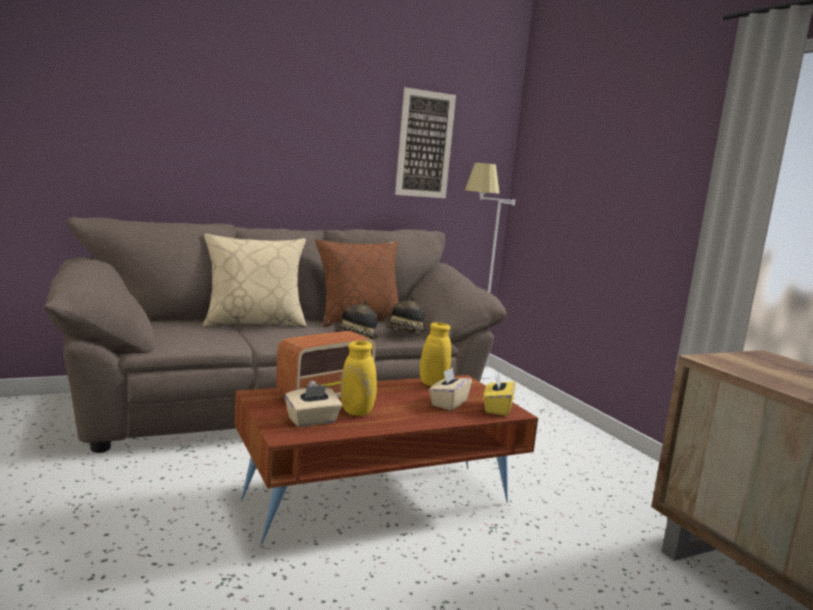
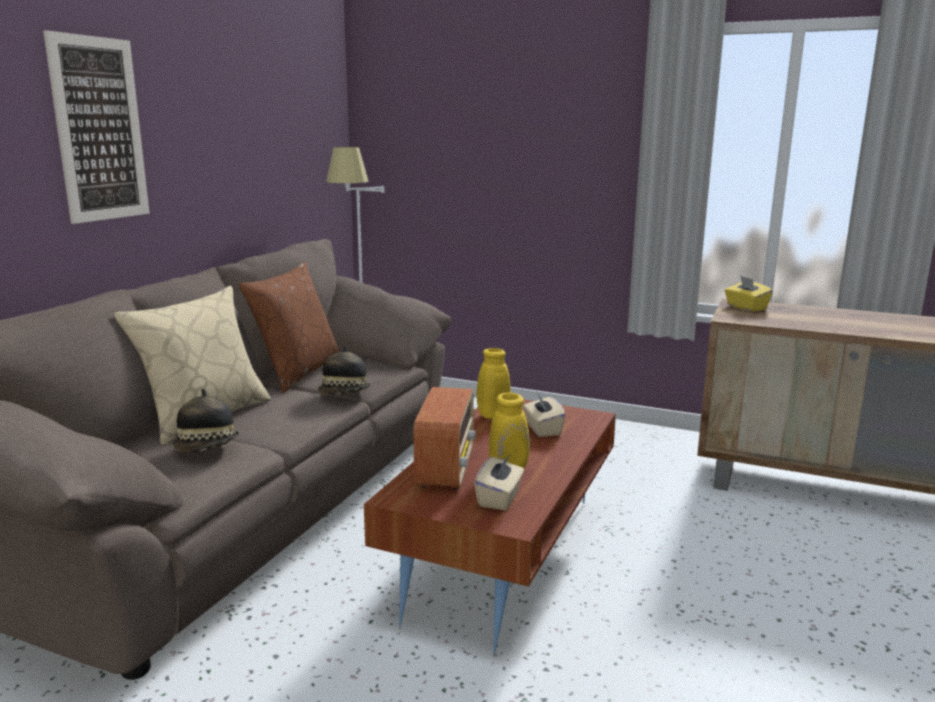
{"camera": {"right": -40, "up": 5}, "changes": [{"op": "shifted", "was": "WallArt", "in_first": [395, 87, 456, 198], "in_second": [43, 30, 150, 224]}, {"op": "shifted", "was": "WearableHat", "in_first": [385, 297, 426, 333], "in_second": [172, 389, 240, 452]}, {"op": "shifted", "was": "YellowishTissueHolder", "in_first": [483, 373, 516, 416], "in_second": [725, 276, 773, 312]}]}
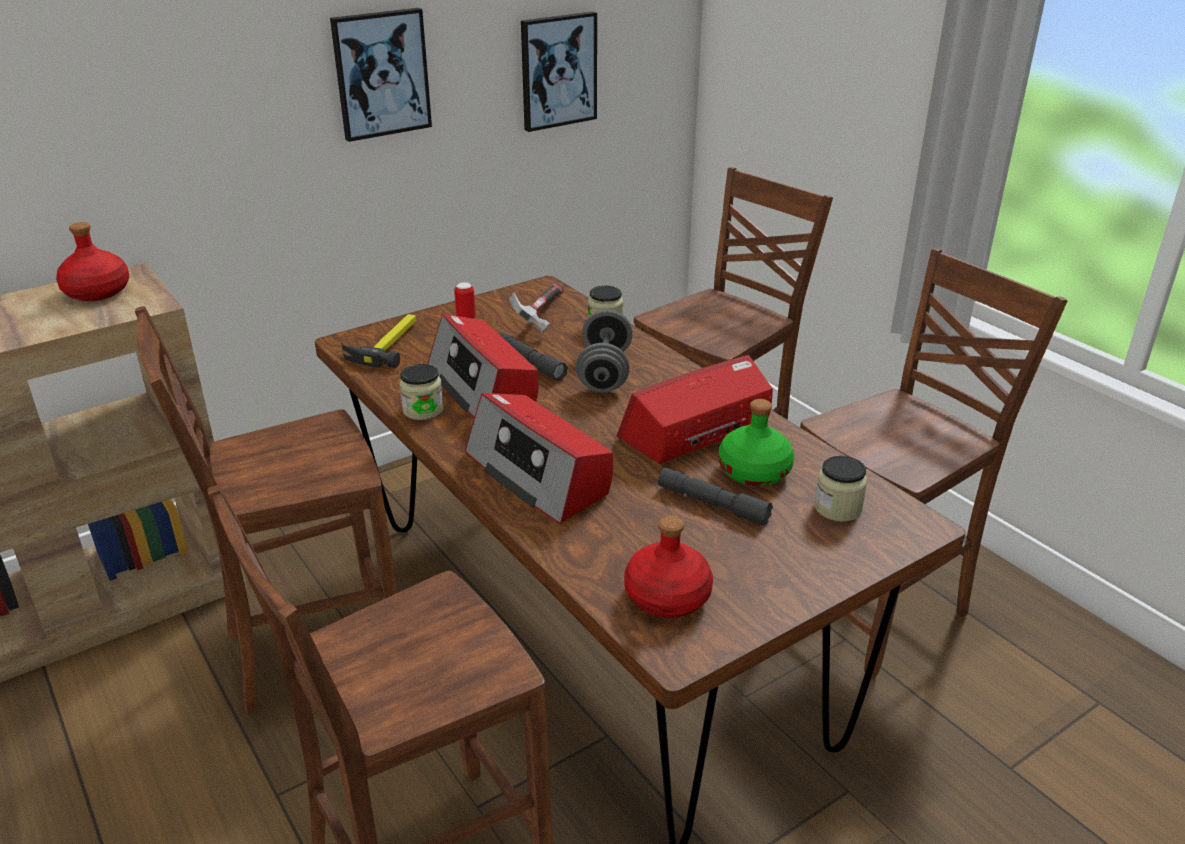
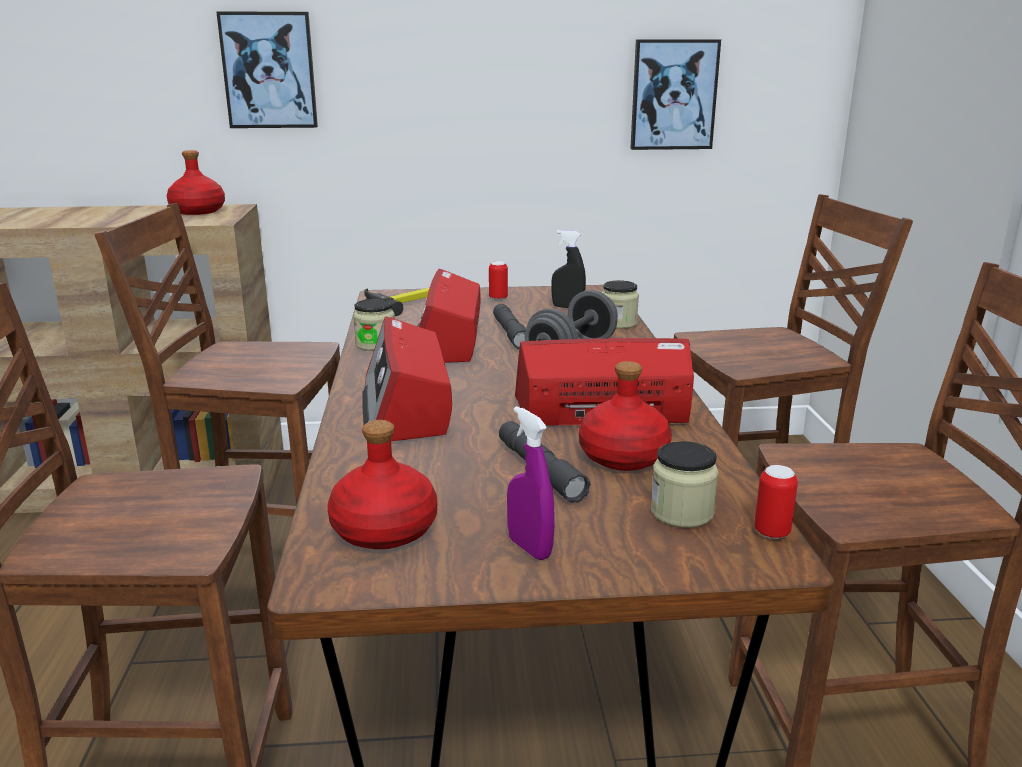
{"camera": {"right": 30, "up": -10}, "changes": [{"op": "shifted", "was": "WallArt", "in_first": [330, 8, 432, 142], "in_second": [217, 12, 318, 128]}, {"op": "new", "now": "PurpleSprayer", "in_second": [507, 406, 555, 560]}, {"op": "swapped", "was": "HandHammer", "now": "BlackishSprayer", "in_first": [509, 282, 564, 333], "in_second": [551, 230, 586, 308]}, {"op": "repainted", "was": "GreenColouredDrinkBottle", "now": "RedColouredDrinkBottle", "in_first": [719, 399, 794, 486], "in_second": [579, 361, 672, 471]}, {"op": "new", "now": "MetalCan", "in_second": [754, 465, 798, 539]}]}
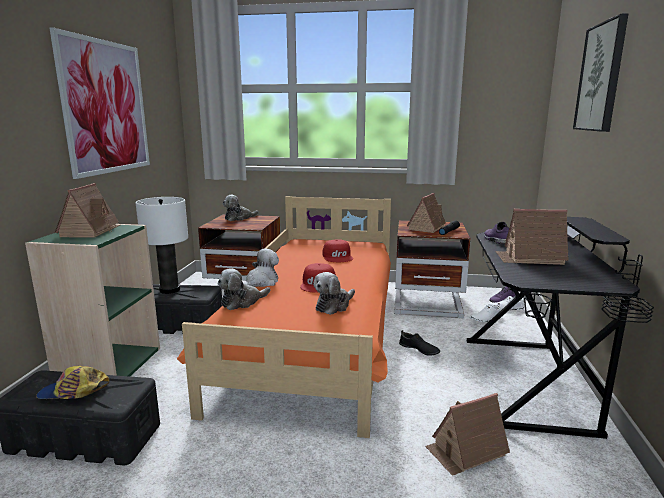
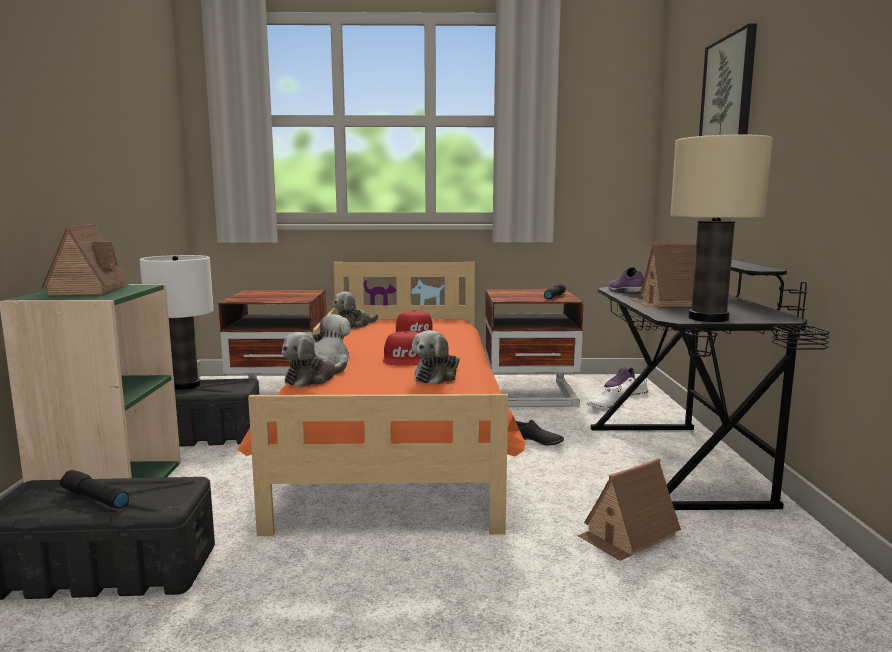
{"camera": {"right": -10, "up": -5}, "changes": [{"op": "swapped", "was": "PeakedCap", "now": "BlackishFlashlight", "in_first": [36, 366, 109, 399], "in_second": [59, 470, 129, 509]}, {"op": "shifted", "was": "CuddlyToy", "in_first": [223, 195, 259, 221], "in_second": [333, 292, 378, 328]}, {"op": "new", "now": "BeigeLampForATable", "in_second": [671, 135, 772, 322]}, {"op": "gone", "was": "WallArt", "in_first": [50, 27, 150, 179]}, {"op": "gone", "was": "MiniatureHouse", "in_first": [407, 193, 446, 233]}]}
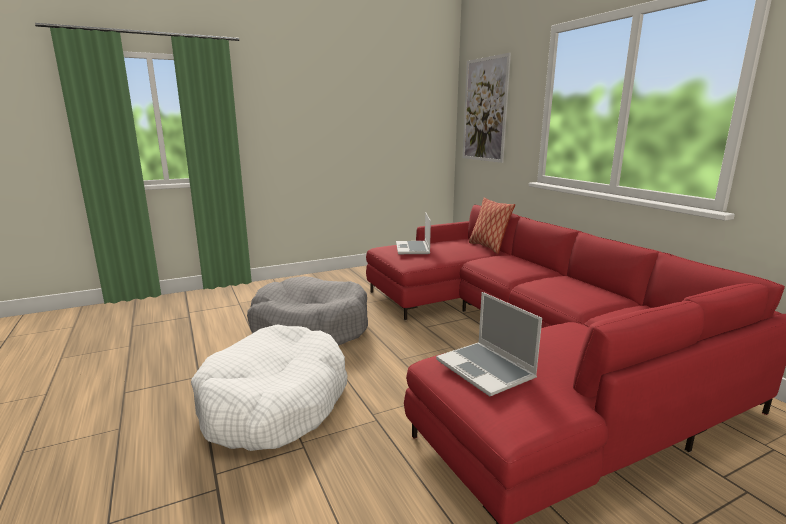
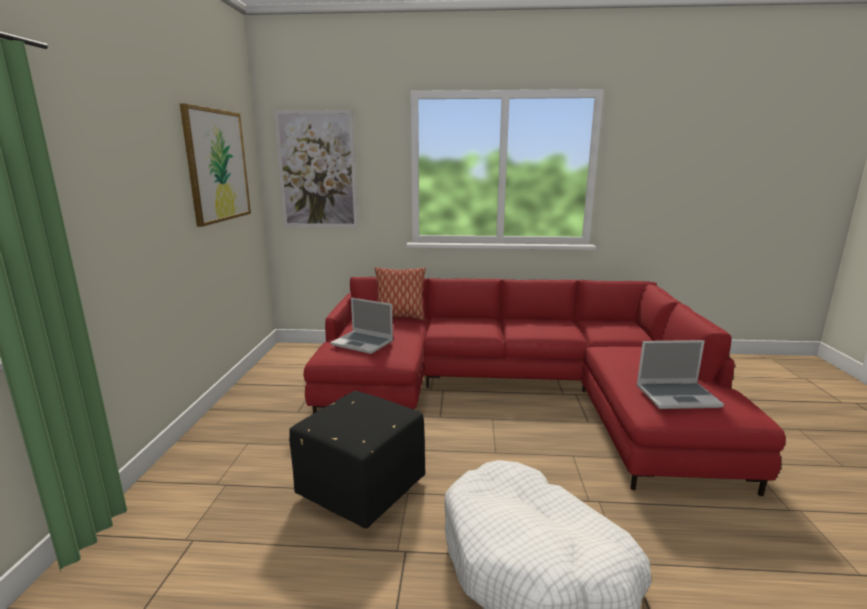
{"camera": {"right": -60, "up": 0}, "changes": [{"op": "new", "now": "WallArt", "in_second": [180, 103, 251, 227]}, {"op": "swapped", "was": "GreyDogBed", "now": "BlackishPouffe", "in_first": [247, 276, 368, 346], "in_second": [289, 391, 425, 528]}]}
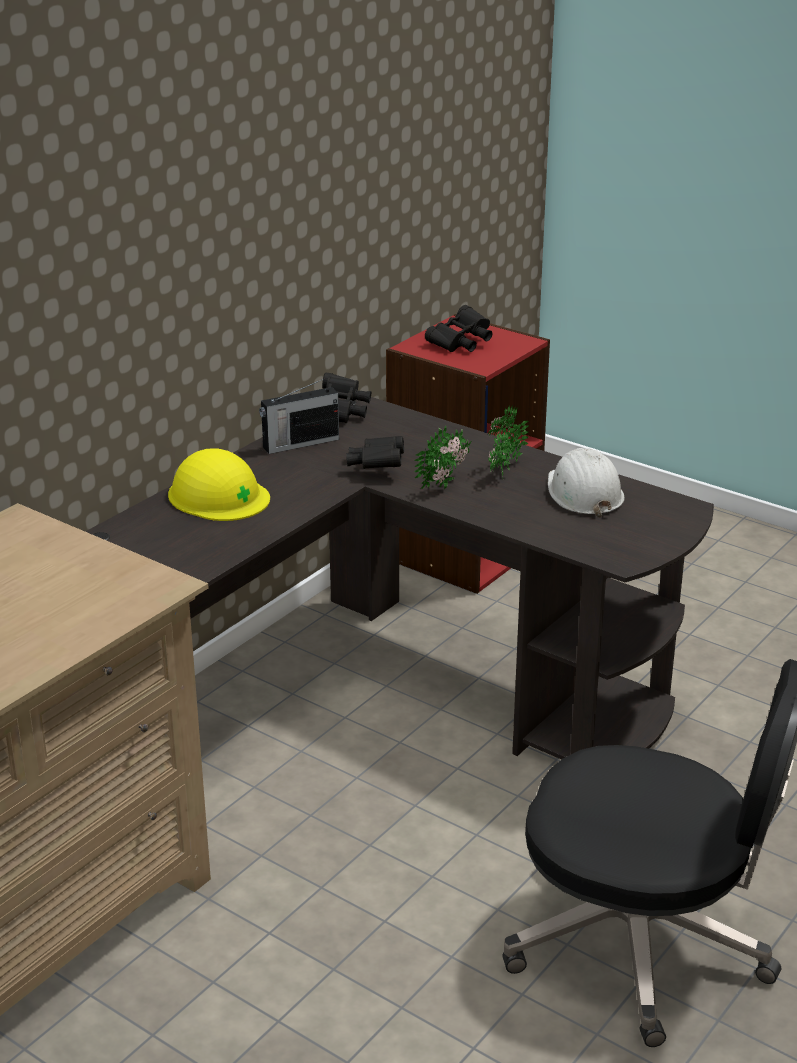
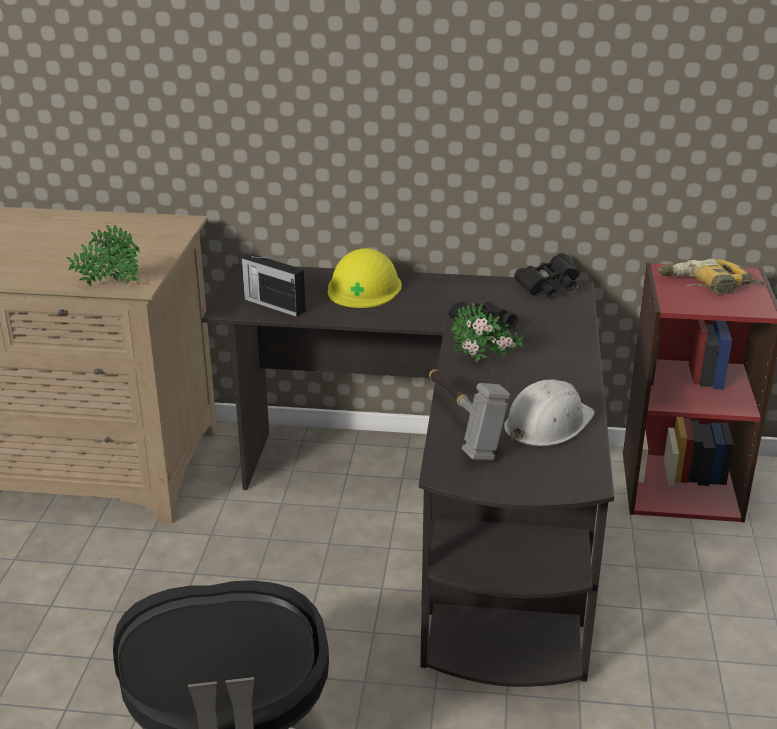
{"camera": {"right": 60, "up": 0}, "changes": [{"op": "shifted", "was": "Houseplant", "in_first": [488, 404, 529, 478], "in_second": [67, 225, 140, 286]}, {"op": "shifted", "was": "RadioSet", "in_first": [259, 378, 339, 454], "in_second": [242, 254, 306, 317]}, {"op": "new", "now": "HandHammer", "in_second": [429, 369, 510, 461]}, {"op": "swapped", "was": "BlackishBinoculars", "now": "Drill", "in_first": [425, 305, 492, 352], "in_second": [658, 259, 764, 295]}]}
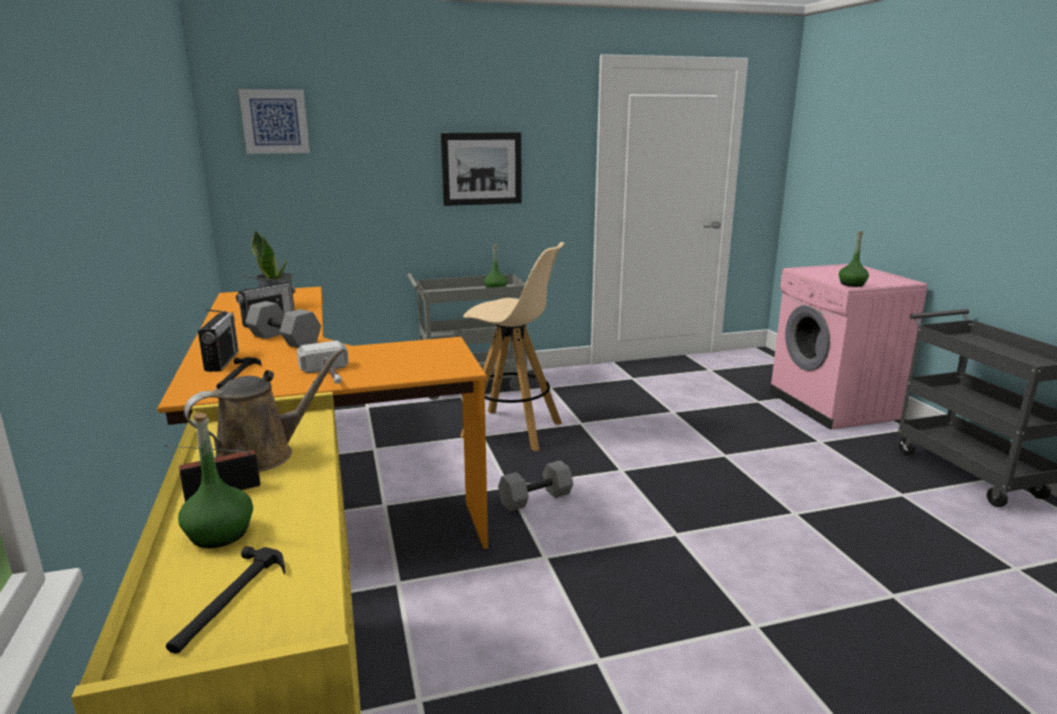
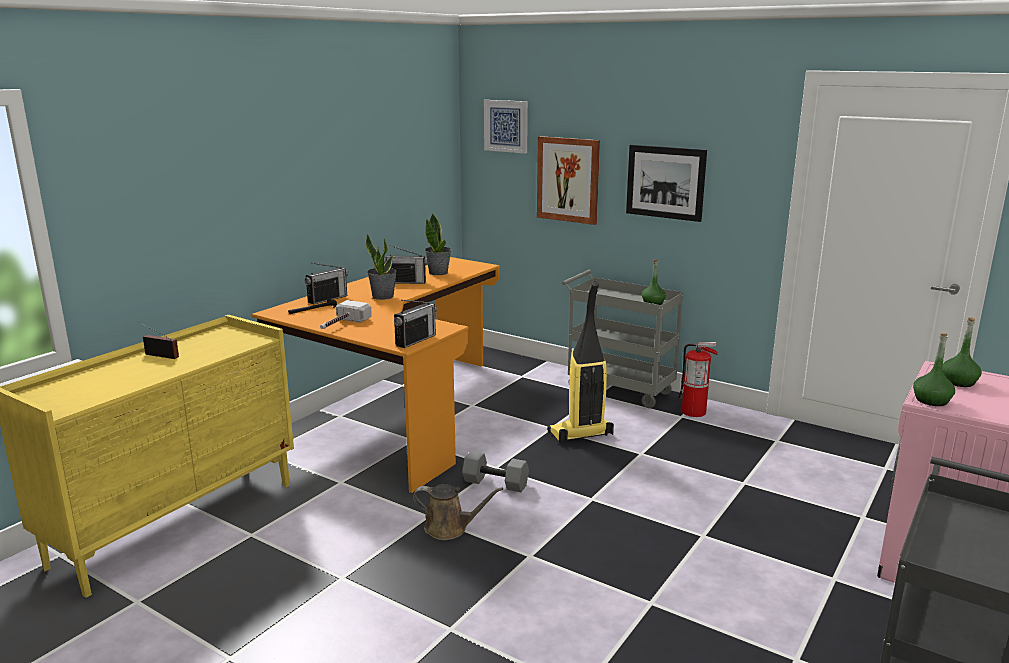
{"camera": {"right": 50, "up": 0}, "changes": [{"op": "swapped", "was": "GreyDumbbell", "now": "Houseplant", "in_first": [245, 301, 321, 348], "in_second": [365, 234, 397, 300]}, {"op": "new", "now": "RadioSet", "in_second": [394, 300, 437, 348]}, {"op": "shifted", "was": "BrownishWateringPot", "in_first": [184, 348, 345, 472], "in_second": [413, 484, 503, 540]}, {"op": "new", "now": "WallArt", "in_second": [537, 136, 600, 225]}, {"op": "swapped", "was": "BeigeStoolSeat", "now": "VacuumCleaner", "in_first": [460, 242, 565, 451], "in_second": [547, 282, 614, 443]}, {"op": "new", "now": "FireExtinguisher", "in_second": [678, 342, 718, 417]}, {"op": "shifted", "was": "GreenColouredDrinkBottle", "in_first": [178, 413, 253, 548], "in_second": [943, 317, 982, 387]}, {"op": "gone", "was": "HandHammer", "in_first": [166, 546, 285, 654]}]}
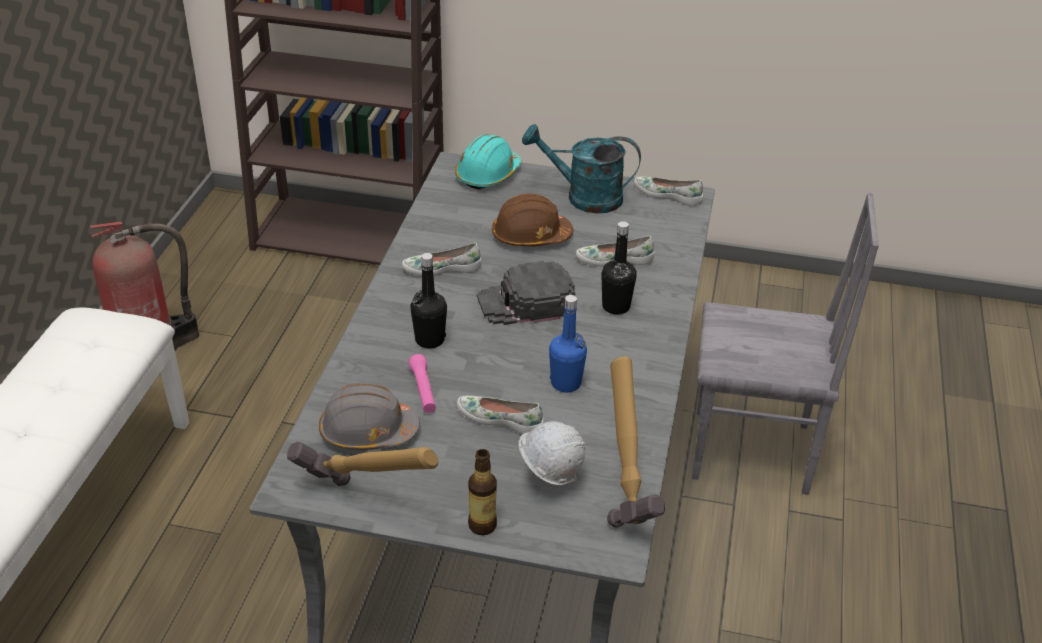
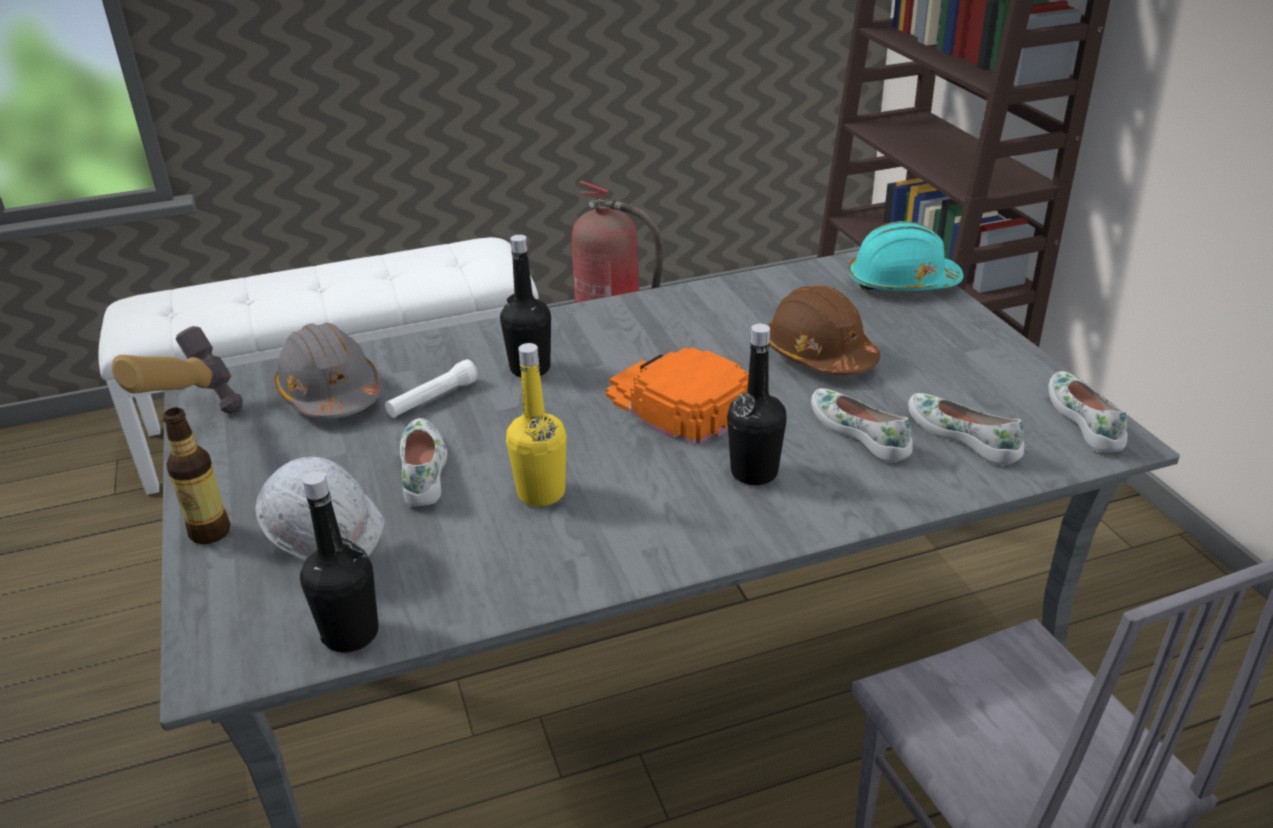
{"camera": {"right": 60, "up": -5}, "changes": [{"op": "swapped", "was": "HandHammer", "now": "BlackishDrinkBottle", "in_first": [607, 356, 665, 528], "in_second": [300, 471, 379, 653]}, {"op": "repainted", "was": "PinkFlashlight", "now": "WhiteFlashlight", "in_first": [409, 354, 436, 413], "in_second": [385, 359, 478, 418]}, {"op": "repainted", "was": "BluishDrinkBottle", "now": "YellowishDrinkBottle", "in_first": [549, 295, 587, 392], "in_second": [506, 343, 567, 507]}, {"op": "repainted", "was": "BlackishPeakedCap", "now": "OrangeyPeakedCap", "in_first": [477, 261, 575, 325], "in_second": [606, 347, 749, 445]}, {"op": "shifted", "was": "WhiteShoe", "in_first": [402, 243, 482, 276], "in_second": [908, 393, 1024, 465]}, {"op": "gone", "was": "TurquoiseColouredWateringPot", "in_first": [522, 124, 641, 214]}]}
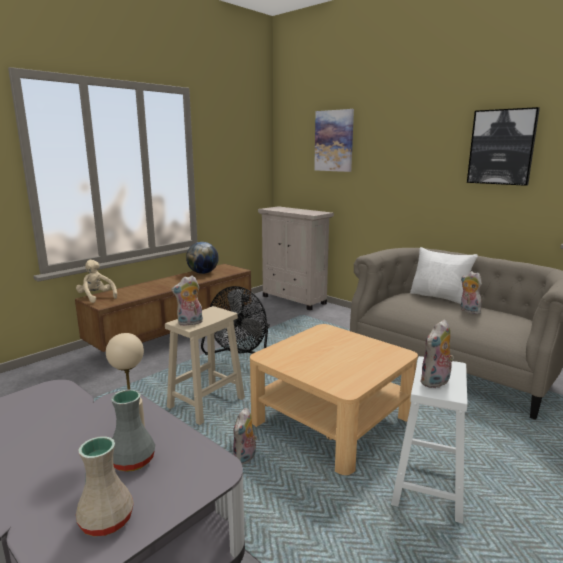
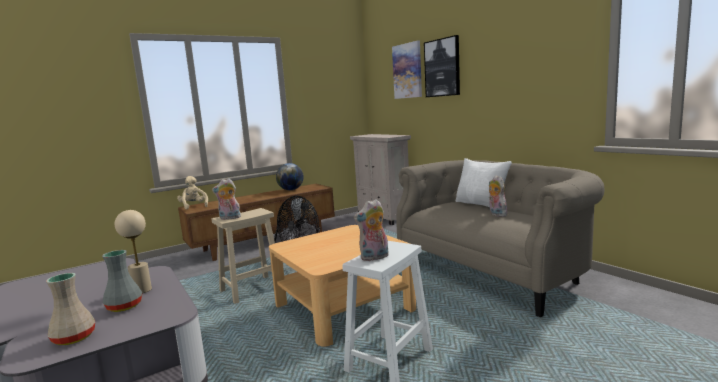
{"camera": {"right": 15, "up": -5}, "changes": [{"op": "shifted", "was": "WallArt", "in_first": [467, 107, 540, 186], "in_second": [424, 35, 460, 97]}, {"op": "gone", "was": "CuddlyToy", "in_first": [233, 408, 257, 465]}]}
